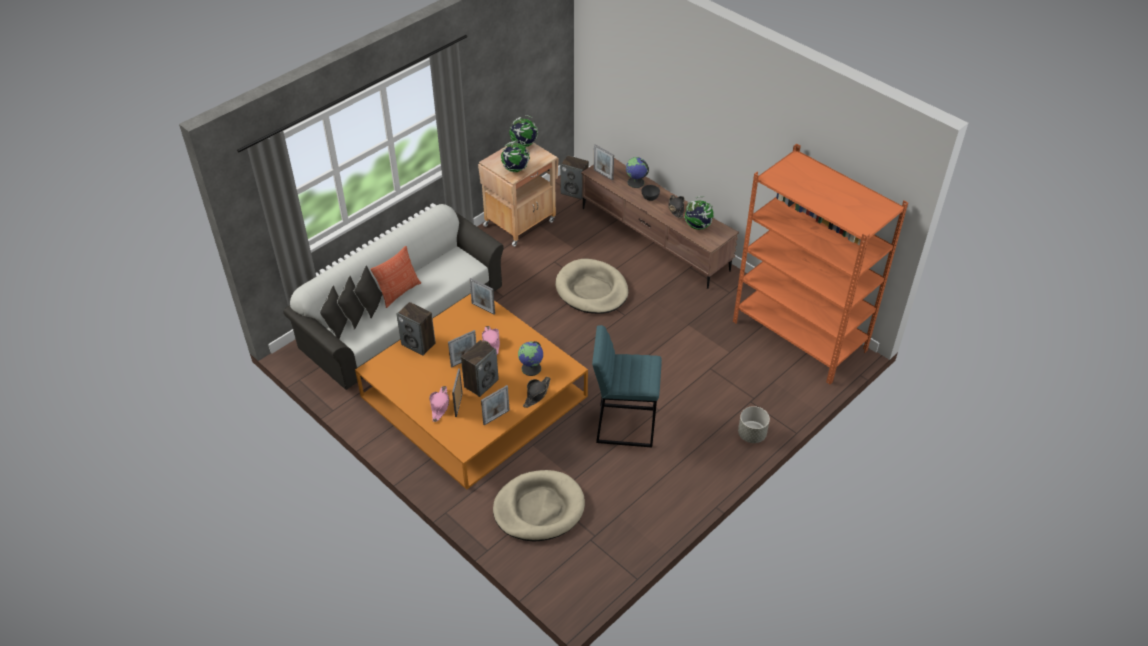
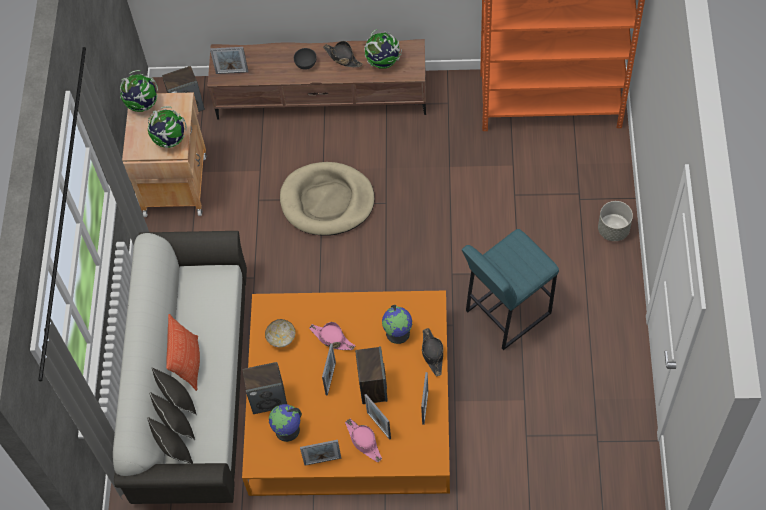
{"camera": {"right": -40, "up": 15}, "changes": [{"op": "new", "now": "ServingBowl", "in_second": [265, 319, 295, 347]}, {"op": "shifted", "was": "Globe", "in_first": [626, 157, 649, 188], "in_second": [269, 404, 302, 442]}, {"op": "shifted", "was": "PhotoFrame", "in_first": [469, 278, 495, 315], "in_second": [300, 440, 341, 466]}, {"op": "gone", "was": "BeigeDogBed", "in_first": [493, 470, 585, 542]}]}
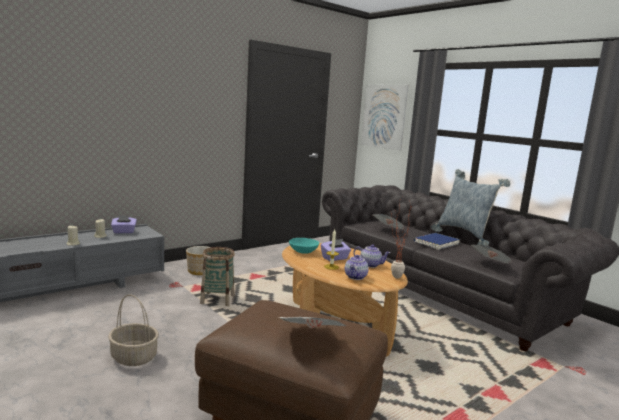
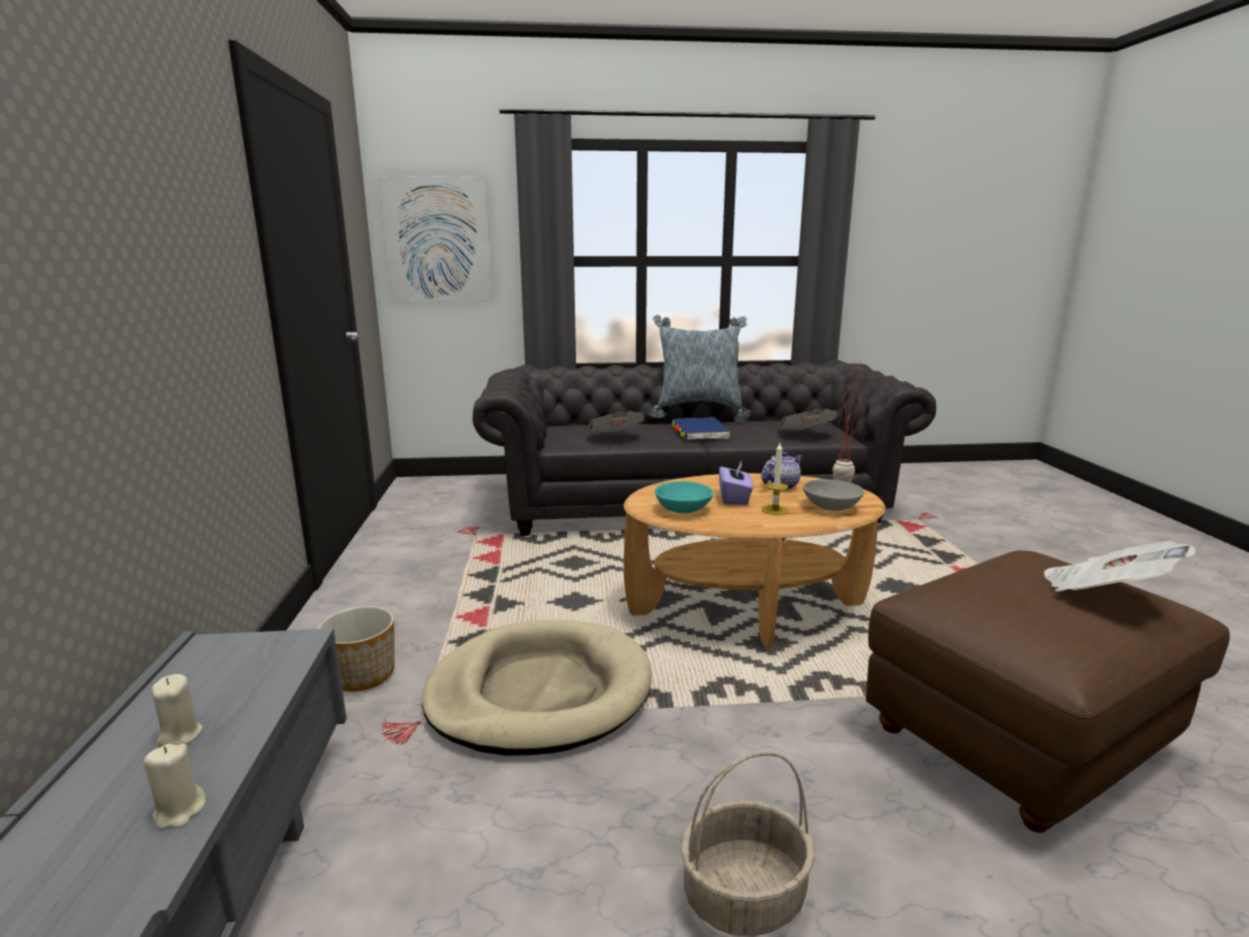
{"camera": {"right": -55, "up": 5}, "changes": [{"op": "swapped", "was": "Basket", "now": "BeigeDogBed", "in_first": [200, 247, 235, 306], "in_second": [422, 620, 652, 756]}, {"op": "swapped", "was": "TeaPot", "now": "GreyServingBowl", "in_first": [345, 255, 369, 280], "in_second": [803, 479, 864, 511]}, {"op": "gone", "was": "PurpleTissueHolder", "in_first": [111, 215, 137, 233]}]}
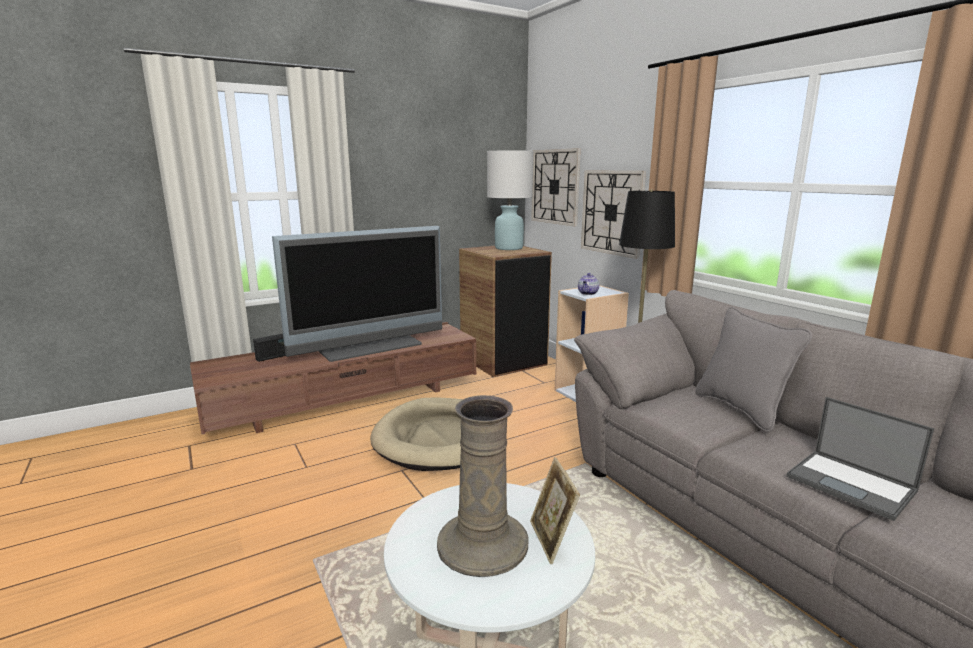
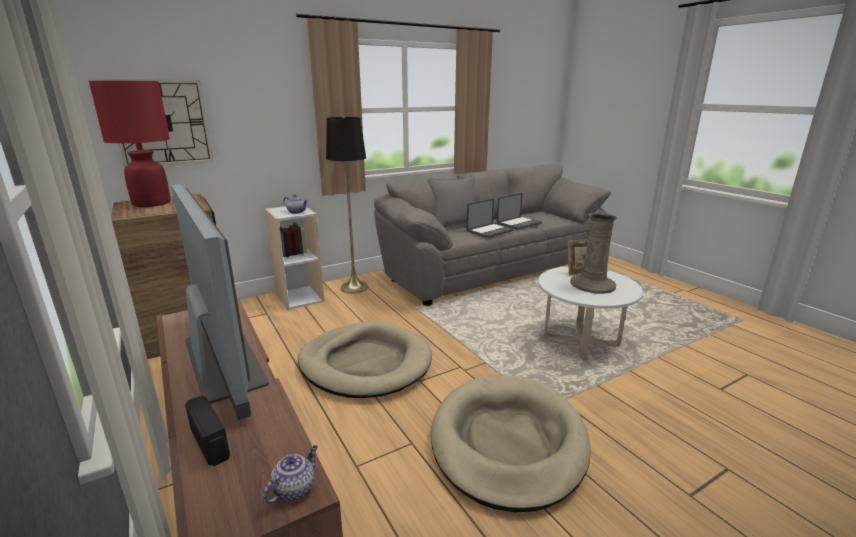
{"camera": {"right": -90, "up": 5}, "changes": [{"op": "repainted", "was": "WhiteLampForATable", "now": "RedColouredLampForATable", "in_first": [487, 150, 534, 250], "in_second": [89, 81, 171, 207]}, {"op": "new", "now": "TeaPot", "in_second": [263, 445, 318, 504]}, {"op": "new", "now": "BeigeDogBed", "in_second": [431, 375, 591, 513]}, {"op": "new", "now": "NotebookComputer", "in_second": [466, 198, 514, 238]}, {"op": "gone", "was": "HangingClock", "in_first": [581, 170, 646, 259]}]}
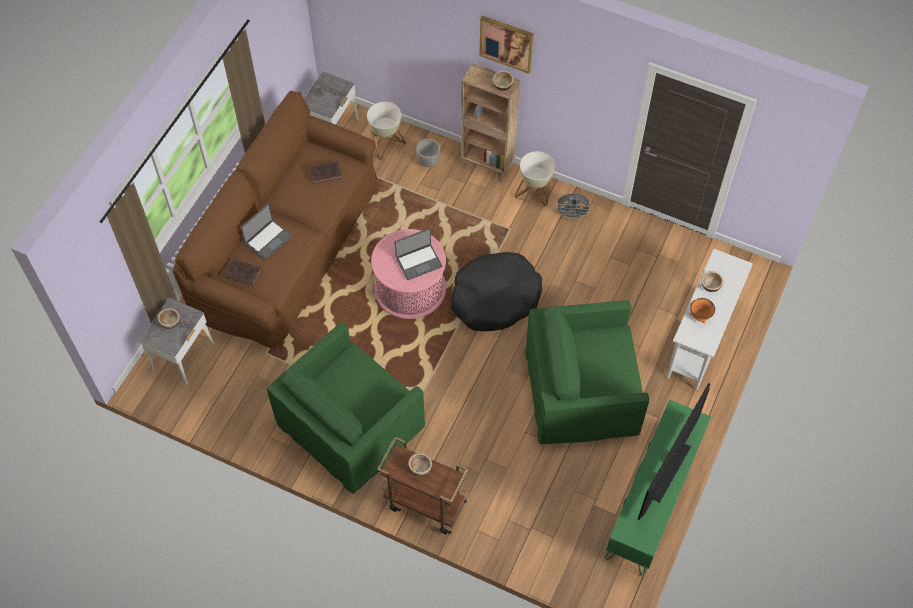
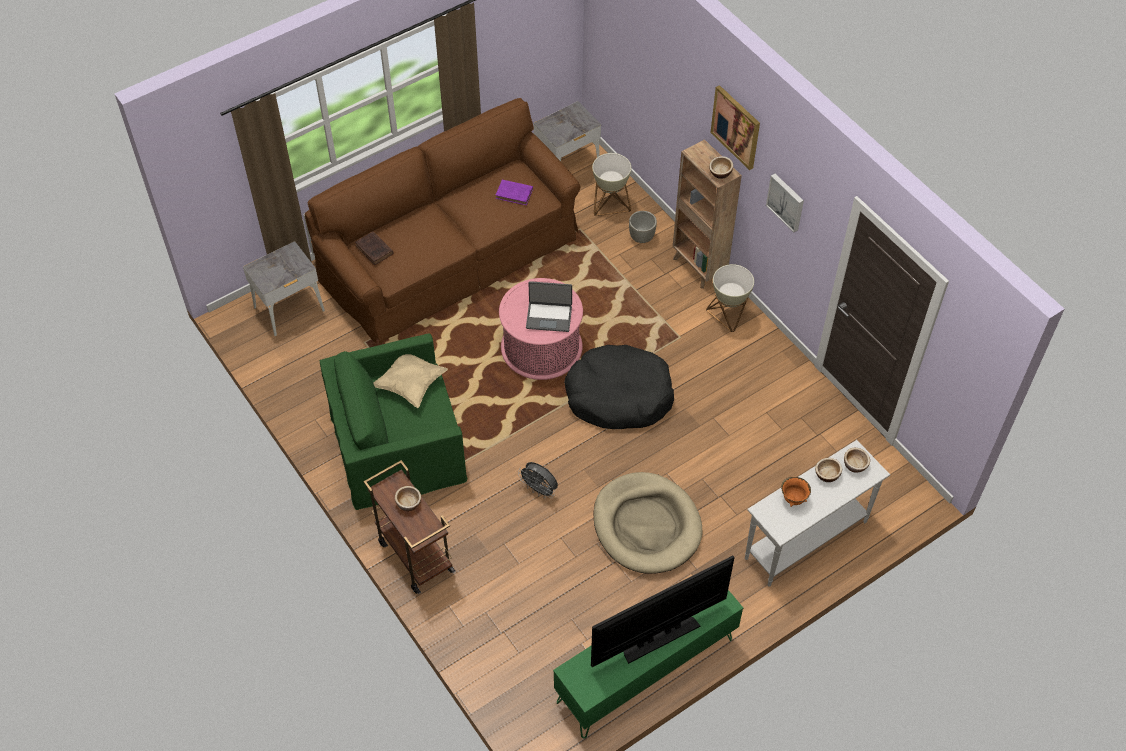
{"camera": {"right": 30, "up": -5}, "changes": [{"op": "new", "now": "BeigeCushion", "in_second": [373, 354, 448, 408]}, {"op": "repainted", "was": "BrownishVolume", "now": "PurpleVolume", "in_first": [310, 160, 342, 184], "in_second": [496, 180, 533, 205]}, {"op": "shifted", "was": "GreyElectricFan", "in_first": [555, 194, 591, 220], "in_second": [518, 462, 558, 498]}, {"op": "swapped", "was": "GreenColouredArmchair", "now": "BeigeDogBed", "in_first": [525, 300, 649, 444], "in_second": [593, 472, 702, 574]}, {"op": "new", "now": "WallArt", "in_second": [766, 174, 804, 232]}, {"op": "shifted", "was": "ServingBowl", "in_first": [158, 308, 180, 329], "in_second": [844, 448, 870, 473]}, {"op": "gone", "was": "NotebookComputer", "in_first": [241, 203, 293, 260]}]}
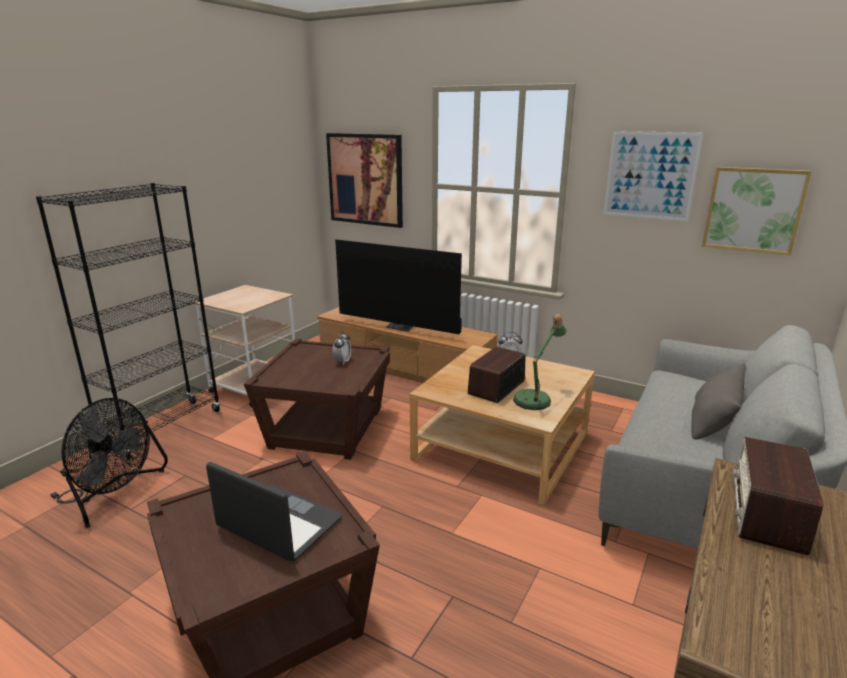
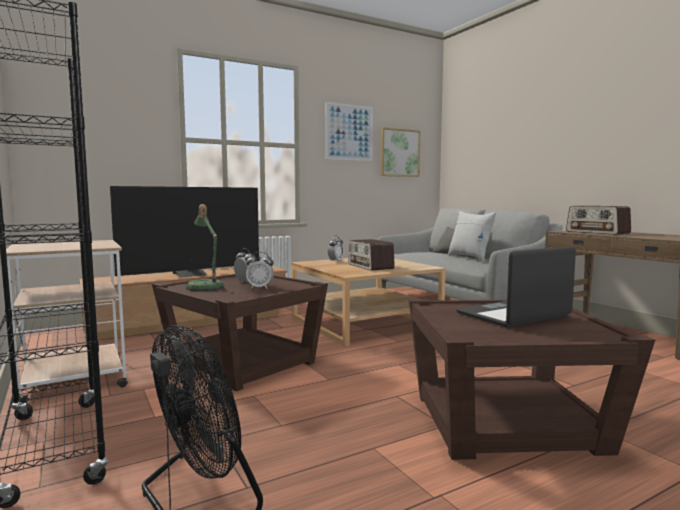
{"camera": {"right": -60, "up": -15}, "changes": [{"op": "shifted", "was": "LampForATable", "in_first": [513, 314, 567, 410], "in_second": [186, 204, 224, 291]}, {"op": "new", "now": "TableClock", "in_second": [246, 252, 274, 289]}, {"op": "new", "now": "GreyCushion", "in_second": [448, 211, 496, 261]}, {"op": "gone", "was": "WallArt", "in_first": [326, 133, 403, 228]}]}
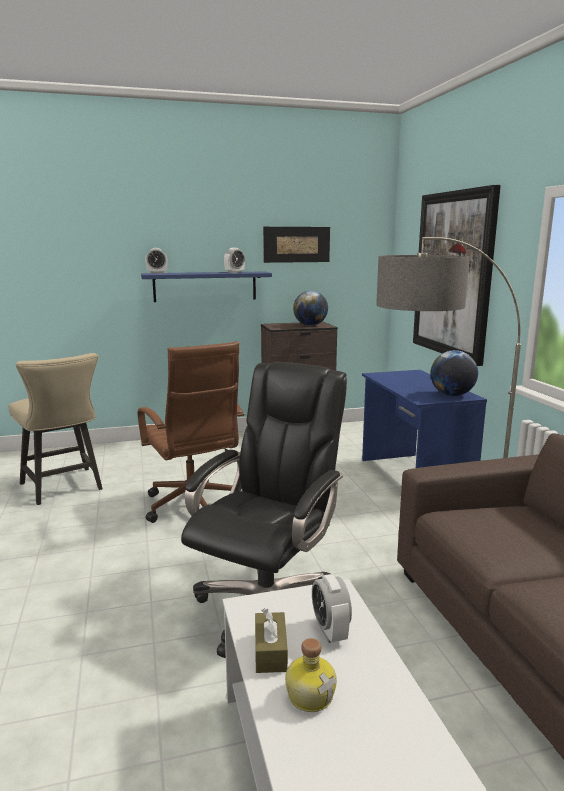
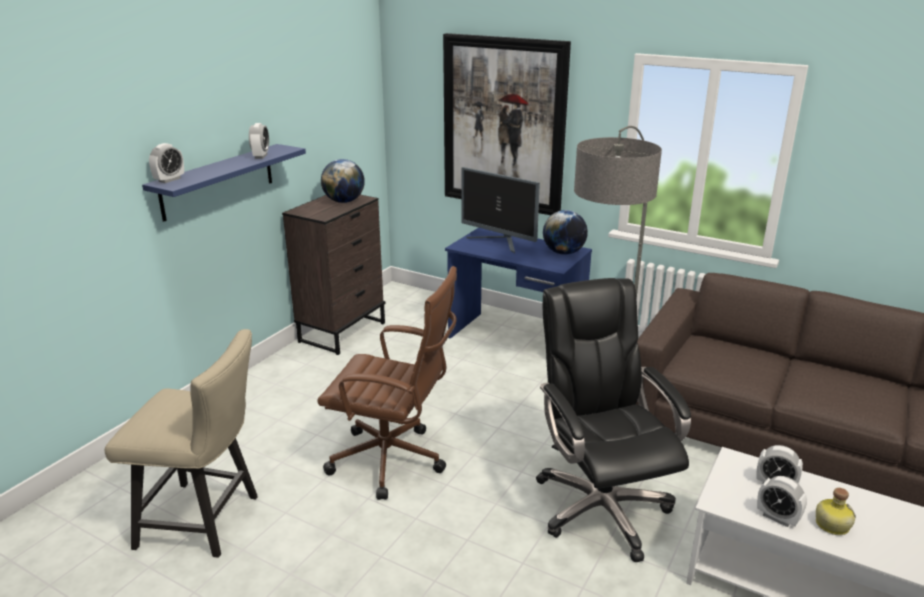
{"camera": {"right": -45, "up": 10}, "changes": [{"op": "new", "now": "Monitor", "in_second": [461, 167, 540, 253]}, {"op": "swapped", "was": "BrownishTissueHolder", "now": "TableClock", "in_first": [255, 608, 288, 673], "in_second": [757, 476, 807, 527]}, {"op": "gone", "was": "WallArt", "in_first": [263, 227, 330, 263]}]}
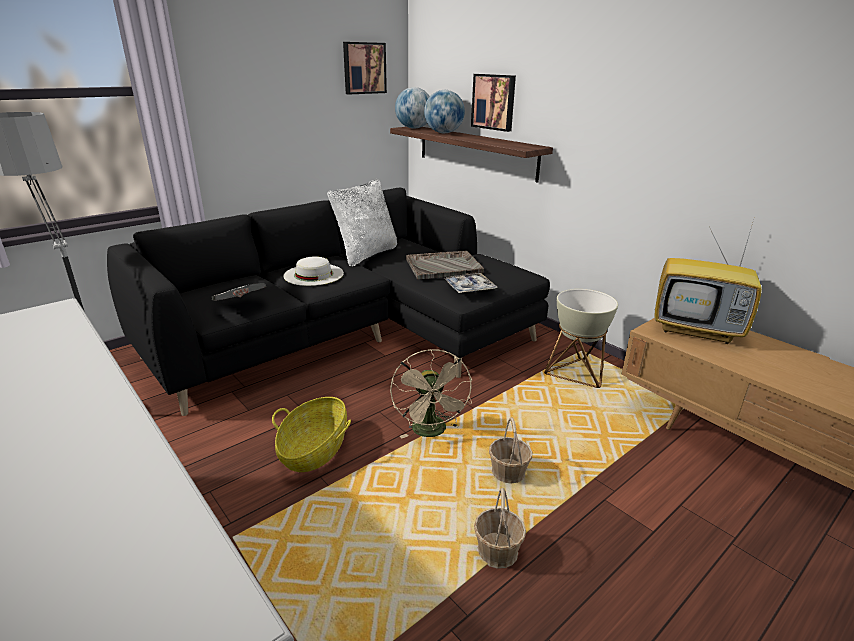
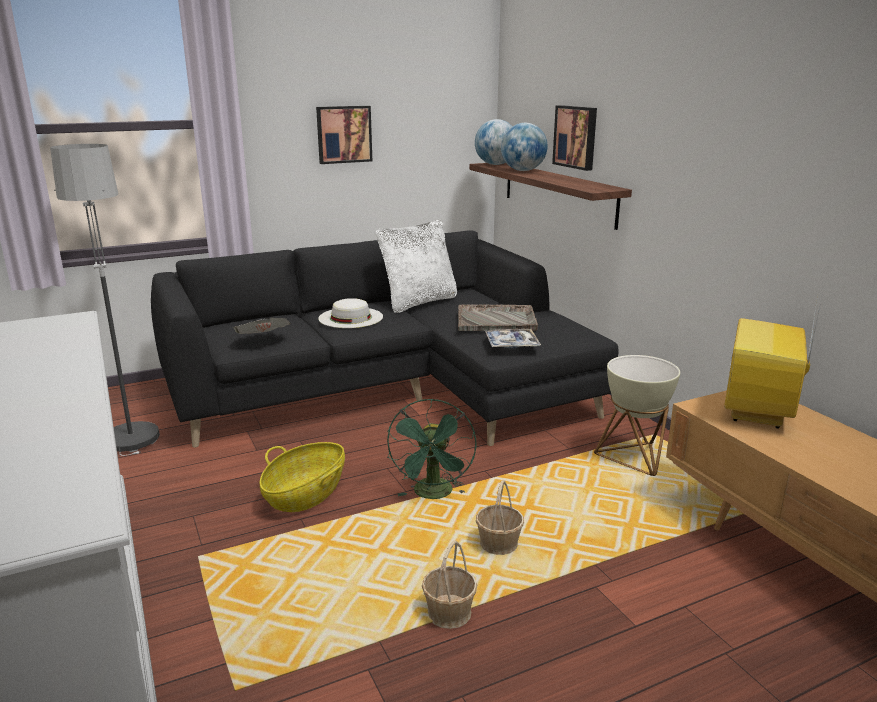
{"camera": {"right": 15, "up": -5}, "changes": [{"op": "shifted", "was": "WallArt", "in_first": [343, 42, 387, 95], "in_second": [316, 106, 372, 164]}, {"op": "repainted", "was": "BeigeElectricFan", "now": "GreenColouredElectricFan", "in_first": [390, 349, 472, 439], "in_second": [387, 399, 476, 499]}, {"op": "rotated", "was": "Television", "in_first": [654, 223, 762, 344], "in_second": [724, 293, 823, 429], "clockwise": 75}]}
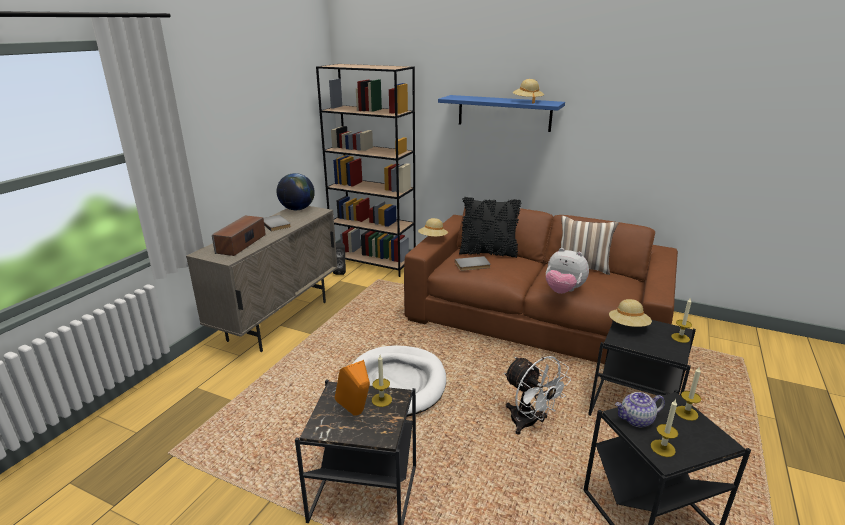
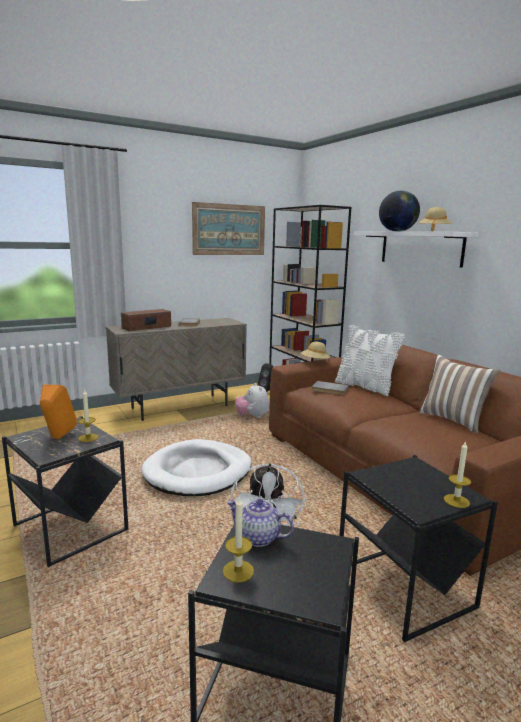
{"camera": {"right": 35, "up": -10}, "changes": [{"op": "new", "now": "WallArt", "in_second": [192, 202, 265, 255]}, {"op": "shifted", "was": "CuddlyToy", "in_first": [546, 248, 589, 294], "in_second": [235, 383, 269, 418]}, {"op": "repainted", "was": "BlackishCushion", "now": "WhiteCushion", "in_first": [459, 197, 521, 258], "in_second": [335, 325, 404, 396]}, {"op": "repainted", "was": "BluishWallShelf", "now": "WhiteWallShelf", "in_first": [438, 95, 565, 132], "in_second": [354, 232, 479, 268]}, {"op": "shifted", "was": "Globe", "in_first": [277, 173, 315, 210], "in_second": [379, 191, 420, 232]}, {"op": "gone", "was": "BeigeWearableHat", "in_first": [609, 299, 652, 327]}, {"op": "gone", "was": "Candle", "in_first": [675, 366, 701, 421]}]}
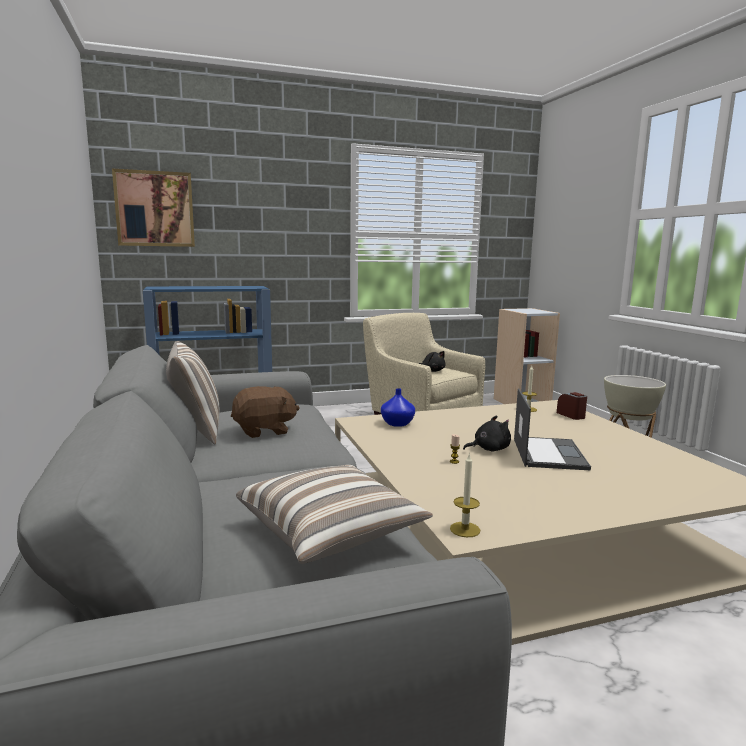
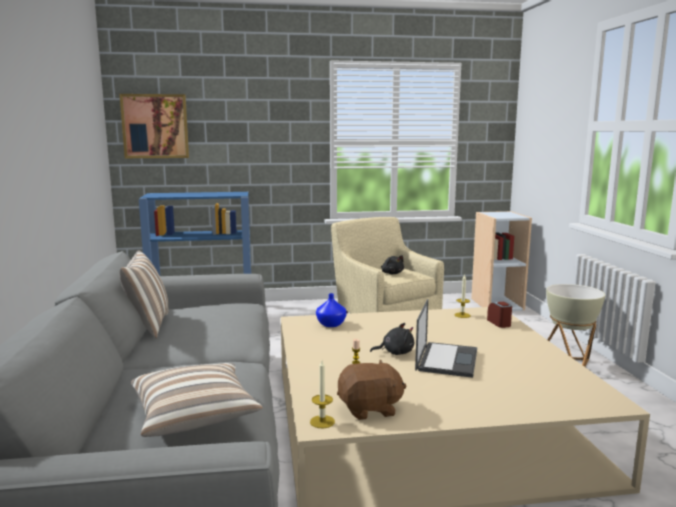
{"camera": {"right": 10, "up": 0}, "changes": [{"op": "shifted", "was": "BrownishCuddlyToy", "in_first": [231, 386, 299, 438], "in_second": [337, 360, 406, 420]}]}
